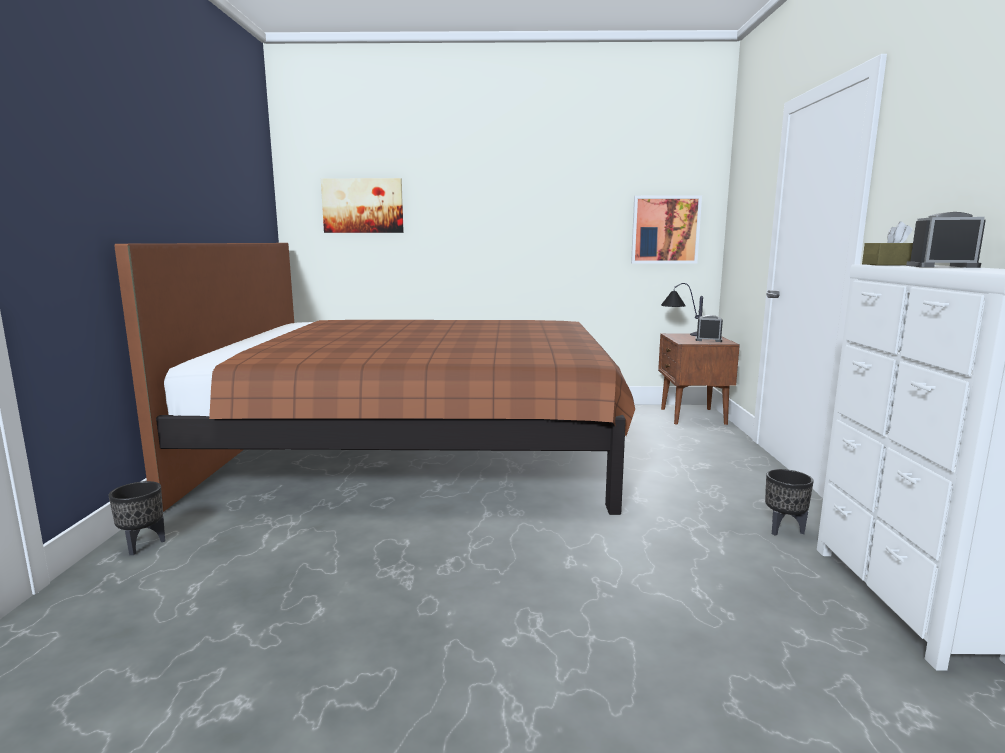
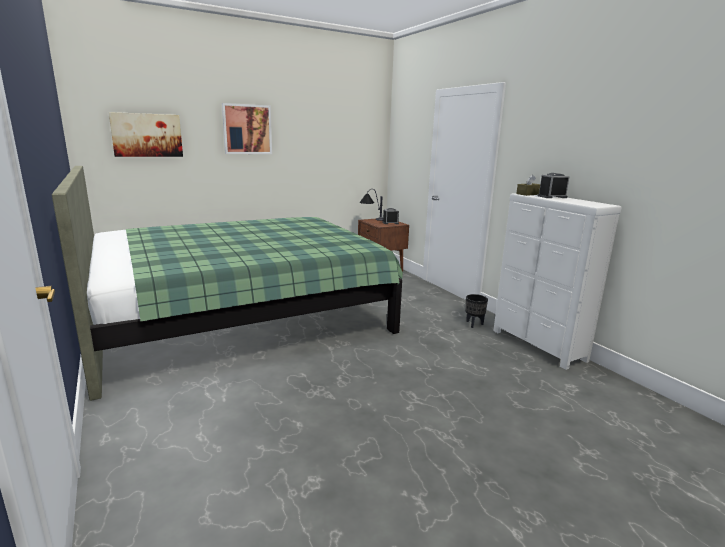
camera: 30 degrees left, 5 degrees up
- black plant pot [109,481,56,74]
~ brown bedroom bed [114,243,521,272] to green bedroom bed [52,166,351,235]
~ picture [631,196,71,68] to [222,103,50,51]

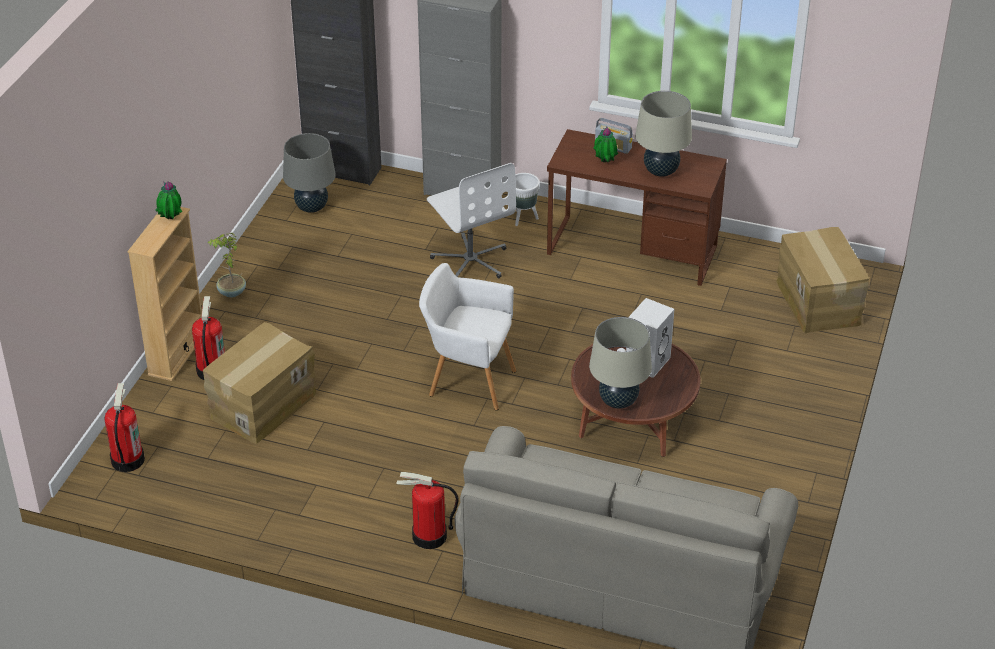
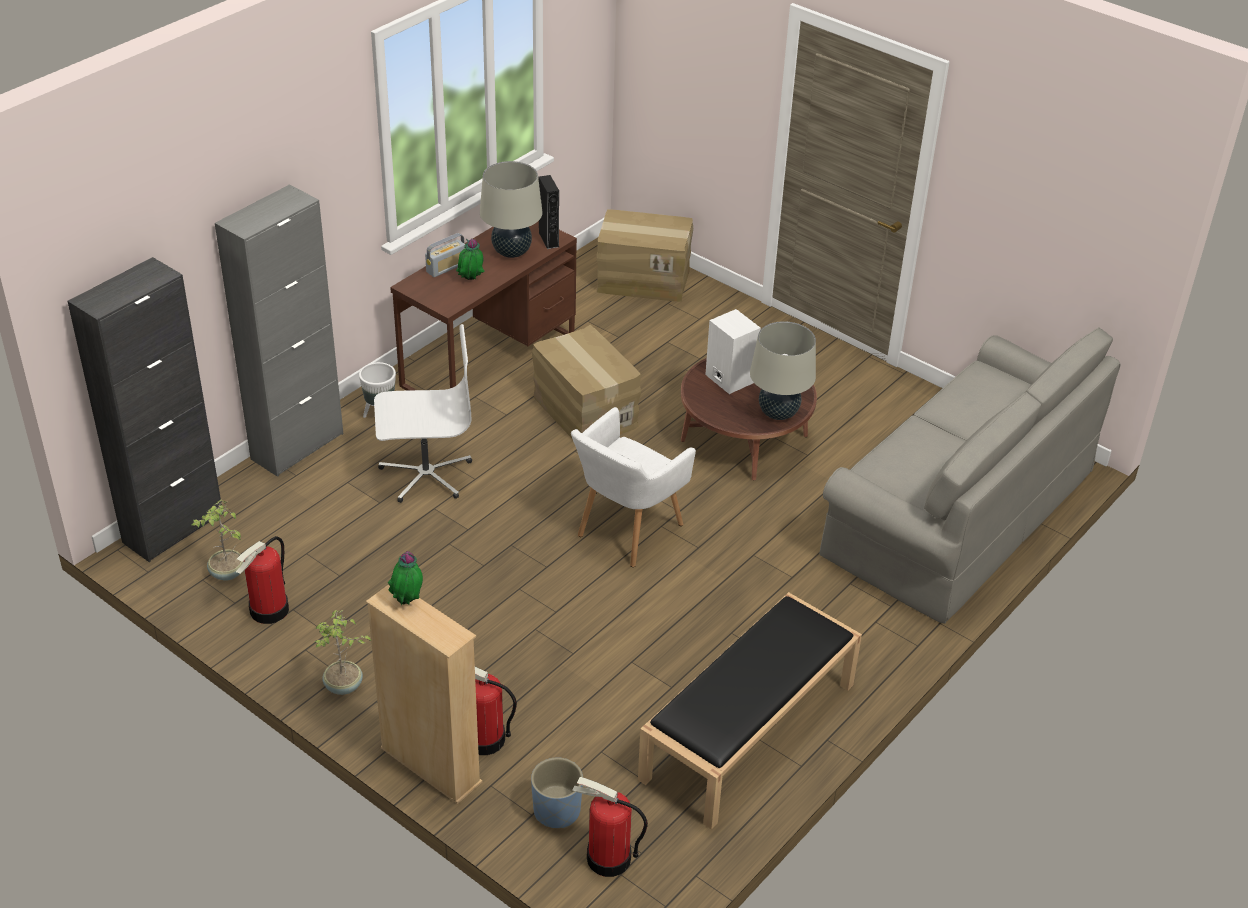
camera: 70 degrees left, 0 degrees up
~ packing box [203,322,114,122] to [532,325,109,113]
~ greyish table lamp [283,133,53,80] to plant in a pot [192,499,52,82]
~ fire extinguisher [396,472,63,77] to [236,536,53,88]
+ blue plant pot [531,757,52,71]
+ black audio speaker [538,175,21,74]
+ black bench [638,592,224,238]

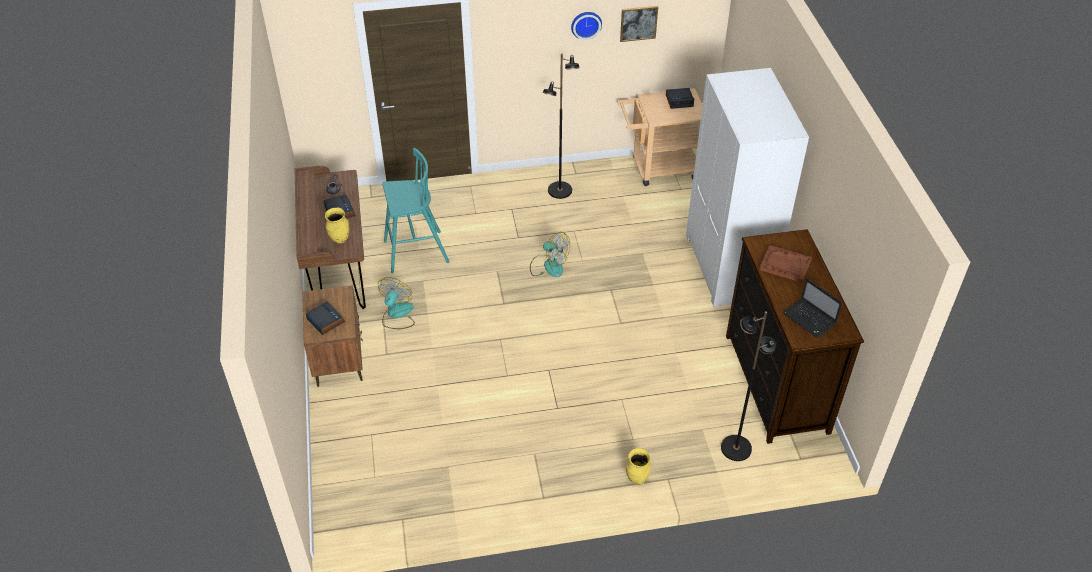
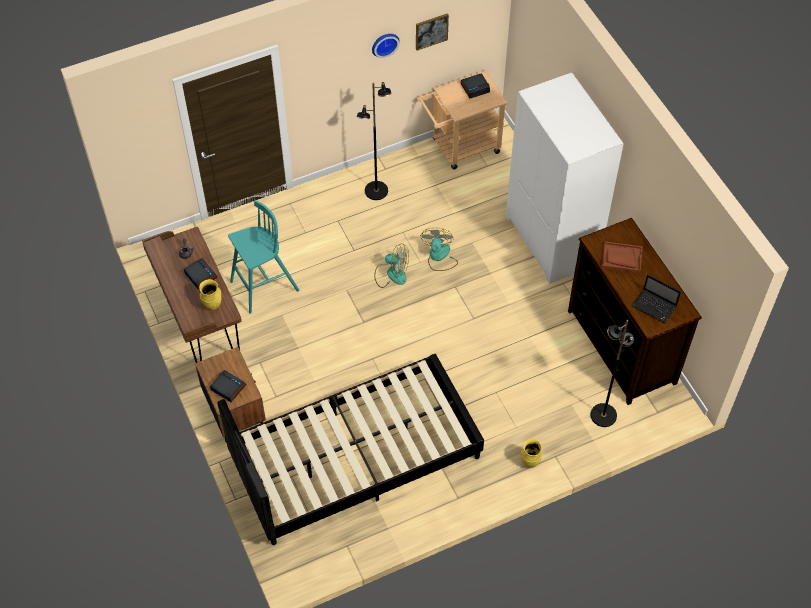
camera: 15 degrees left, 10 degrees up
~ fan [378,277,37,52] to [420,228,38,43]
+ black bedroom bed [217,354,267,191]

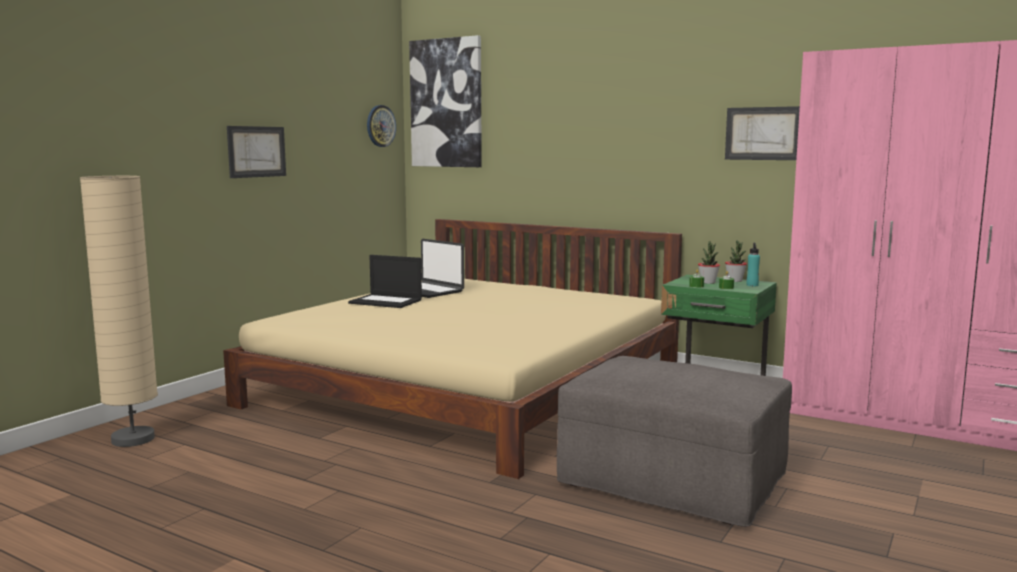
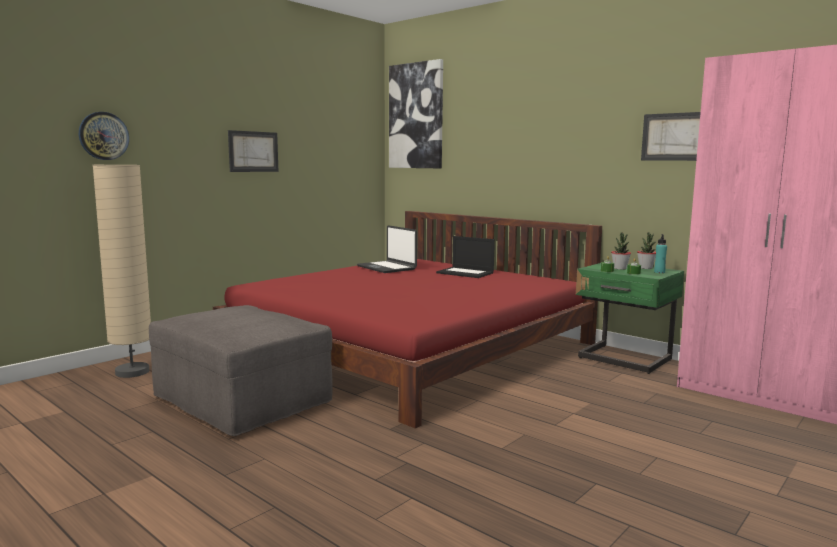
camera: 10 degrees right, 0 degrees up
~ beige-coloured bedroom bed [223,219,459,260] to reddish bedroom bed [213,211,389,217]
~ laptop [348,255,74,53] to [436,236,59,42]
~ clock on the wall [367,105,29,42] to [79,112,50,48]
~ greyish ottoman [557,356,235,171] to [149,305,184,131]

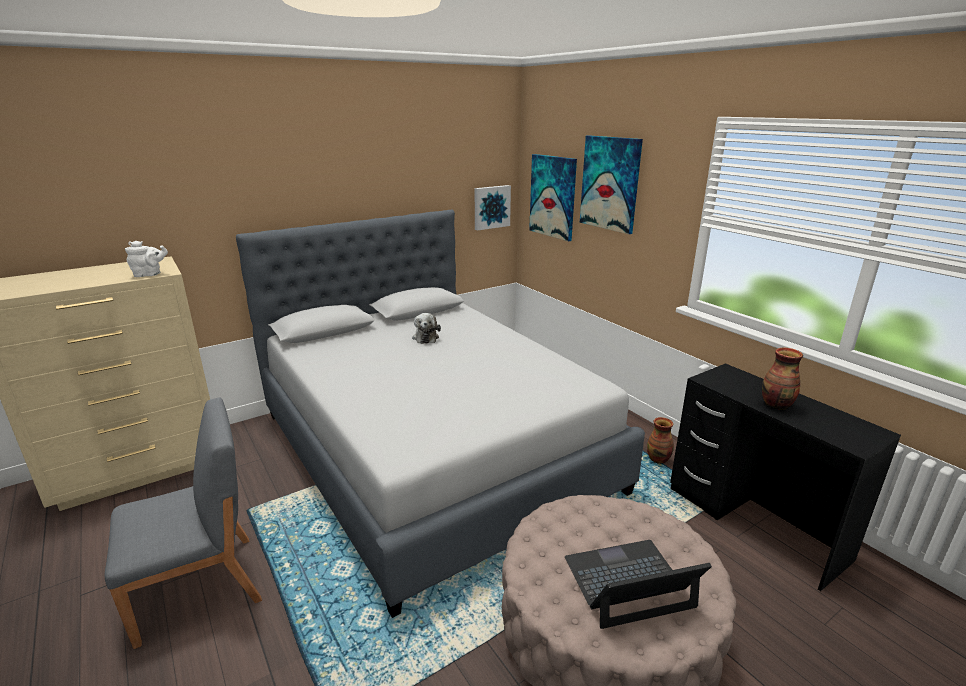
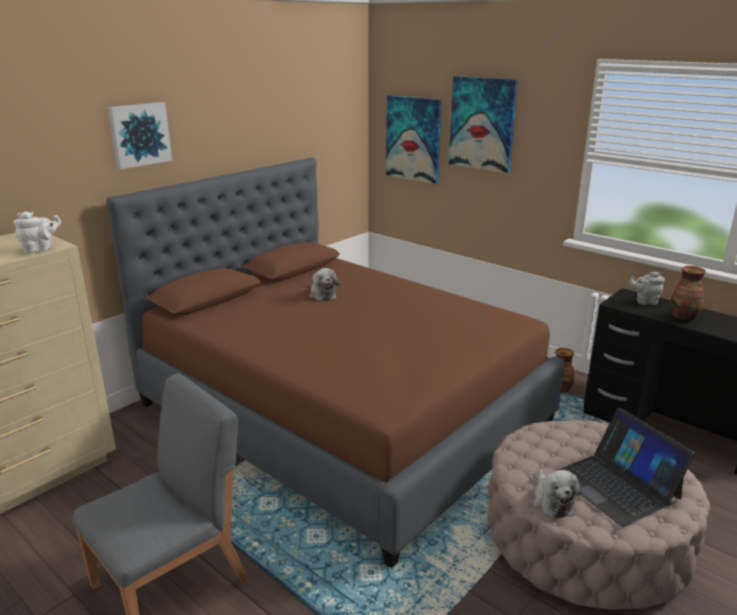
camera: 15 degrees left, 0 degrees up
~ greyish bedroom bed [236,210,409,408] to brown bedroom bed [106,157,458,411]
~ picture [475,185,36,46] to [108,102,64,67]
~ laptop [565,540,147,89] = [553,408,142,119] 90 degrees counterclockwise
+ soft toy [533,469,48,49]
+ greyish pot for tea [629,272,36,33]

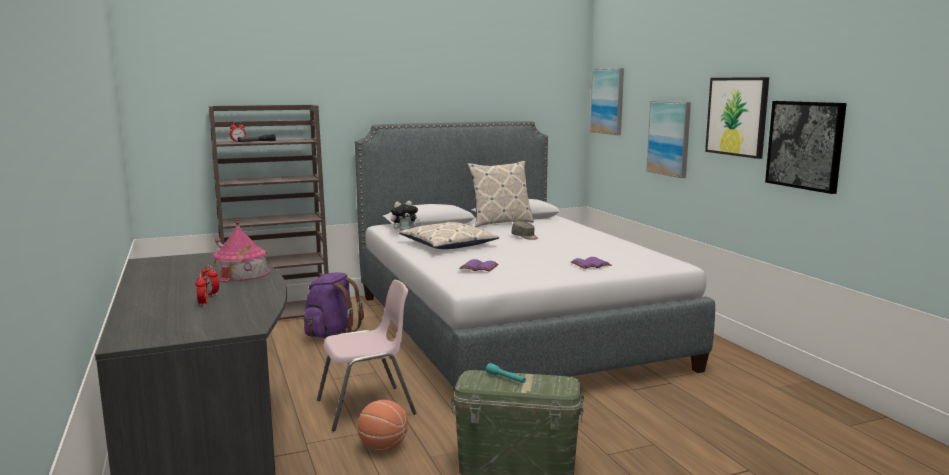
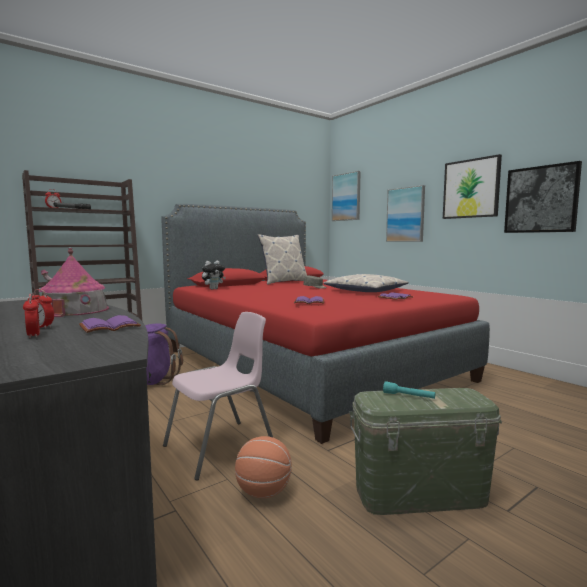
camera: 15 degrees left, 5 degrees down
~ greyish bedroom bed [355,121,360,270] to reddish bedroom bed [161,204,329,240]
~ pillow [399,222,100,27] to [324,274,85,18]
+ purplish bound book [79,315,62,18]

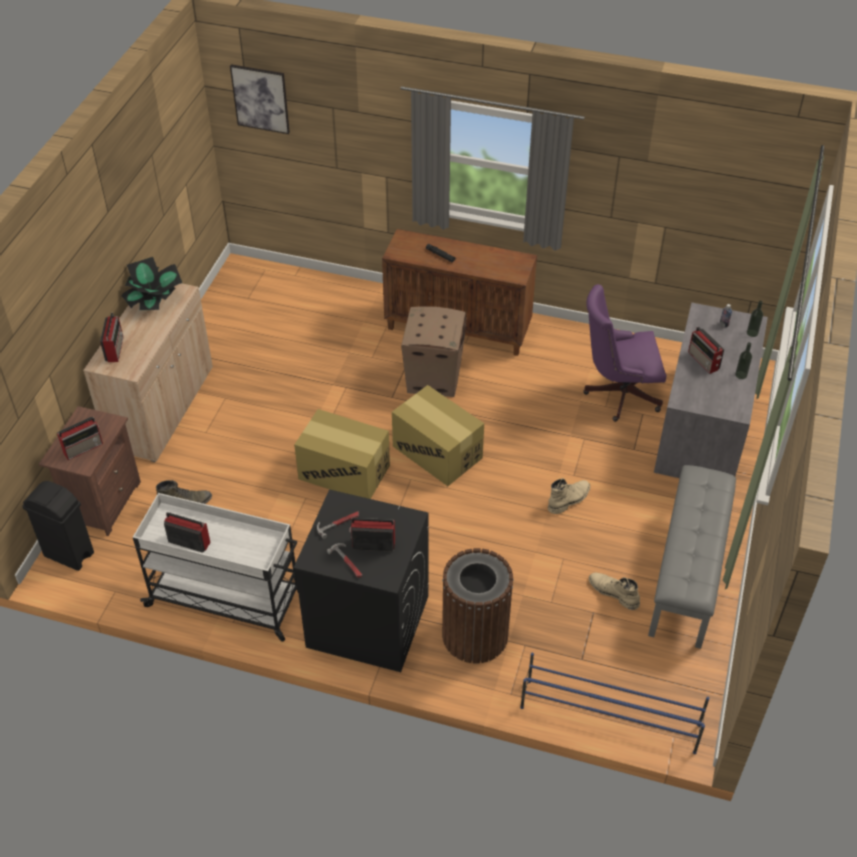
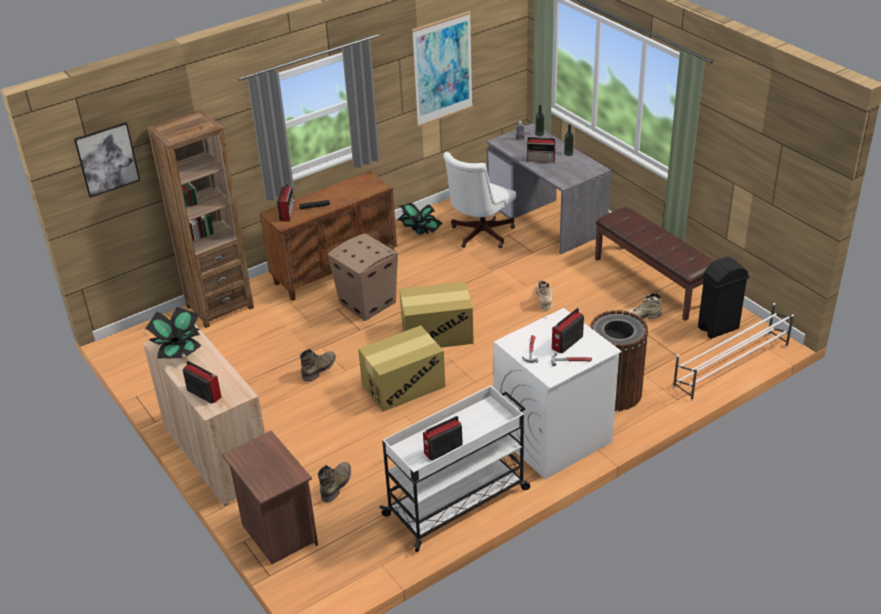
camera: 50 degrees left, 10 degrees down
~ black trash can [22,481,72,90] to [698,257,51,82]
~ radio receiver [57,417,46,43] to [277,182,18,39]
~ black washing machine [293,489,135,183] to white washing machine [493,308,129,172]
~ blue shoe stand [520,652,190,102] to white shoe stand [673,303,121,98]
~ purplish computer chair [583,284,83,138] to white computer chair [443,152,73,96]
~ greyish bench [648,465,88,184] to brown bench [595,207,119,114]
+ brown bookshelf [147,109,107,219]
+ green high-top boot [300,349,36,33]
+ plant in a pot [397,203,46,31]
+ picture [412,11,61,116]

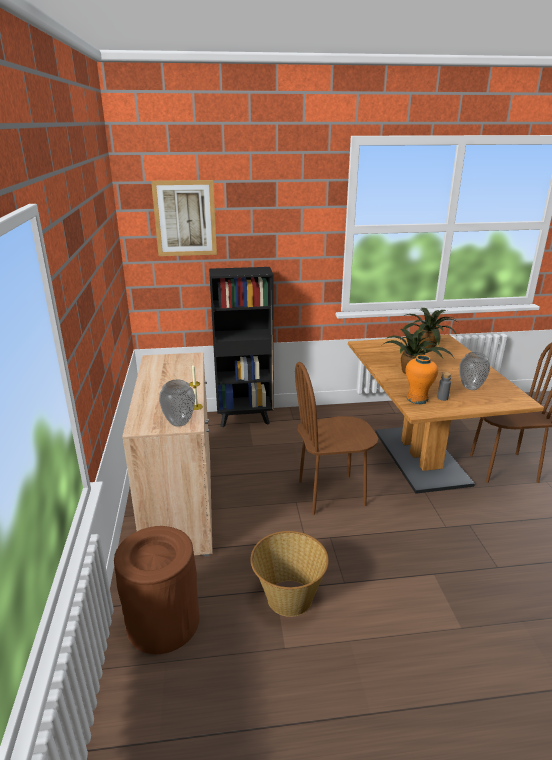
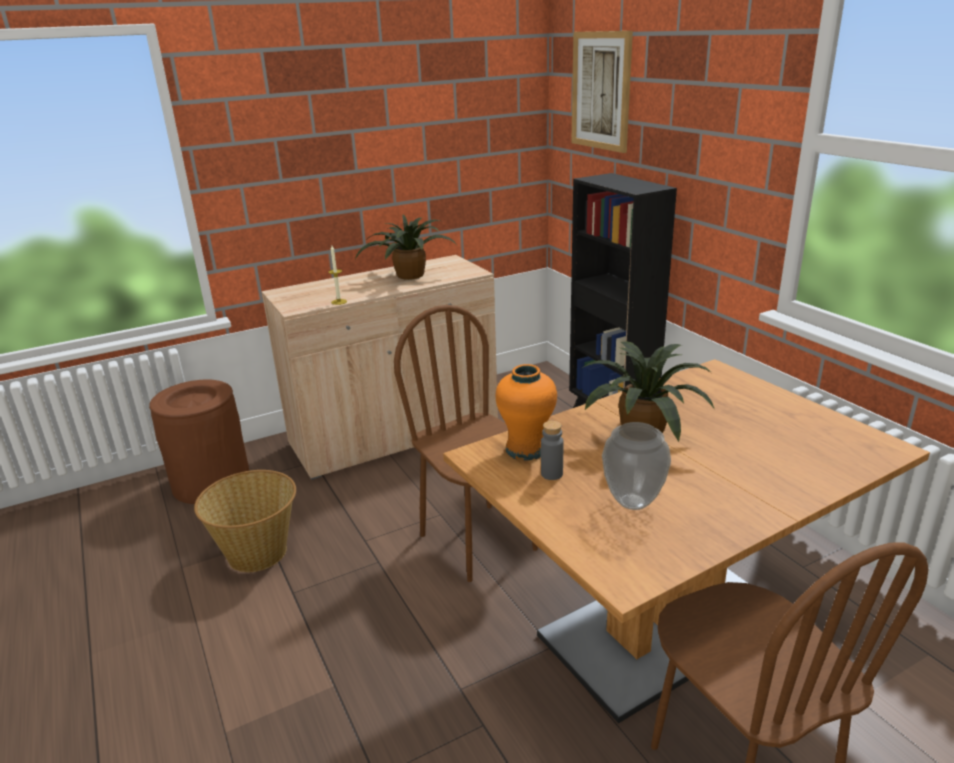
camera: 70 degrees right, 0 degrees up
- decorative vase [159,380,36,46]
~ plant in a pot [402,308,55,41] to [355,215,102,65]

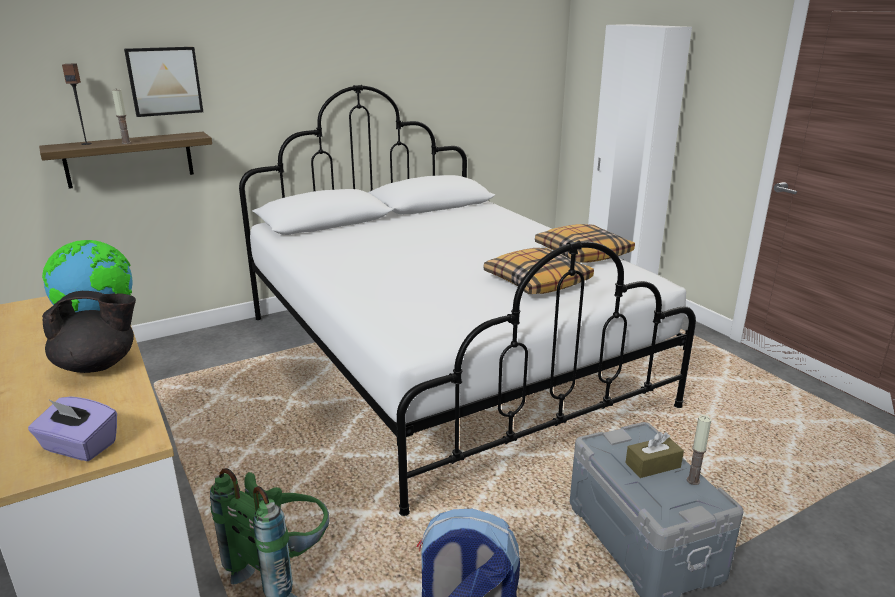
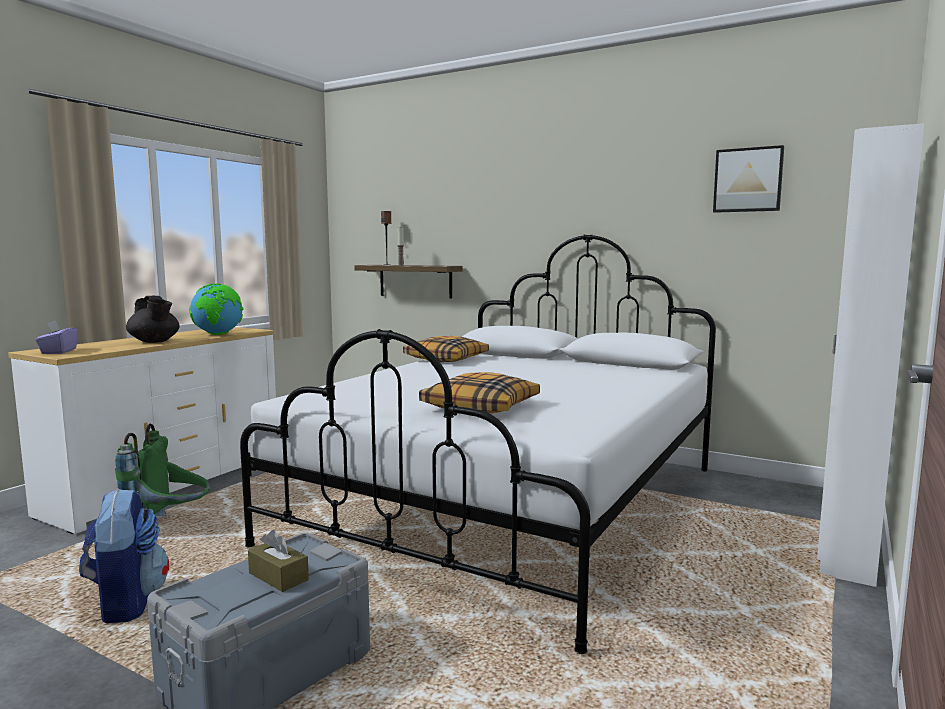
camera: 60 degrees right, 15 degrees down
~ picture [124,47,79,70] to [713,145,71,68]
~ pillow [535,224,100,39] to [403,336,86,26]
- candle [687,415,24,70]

